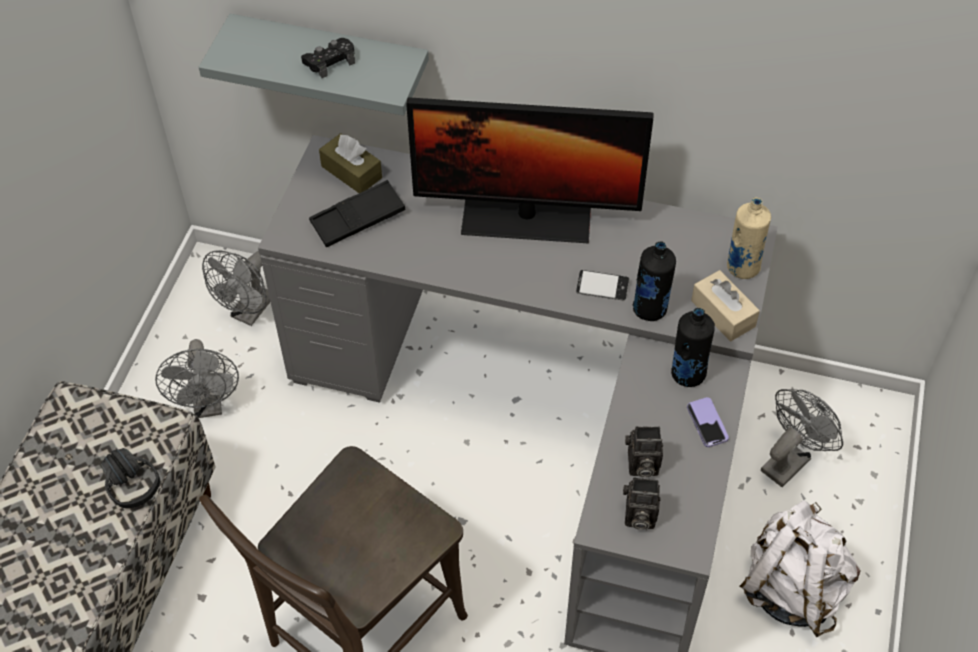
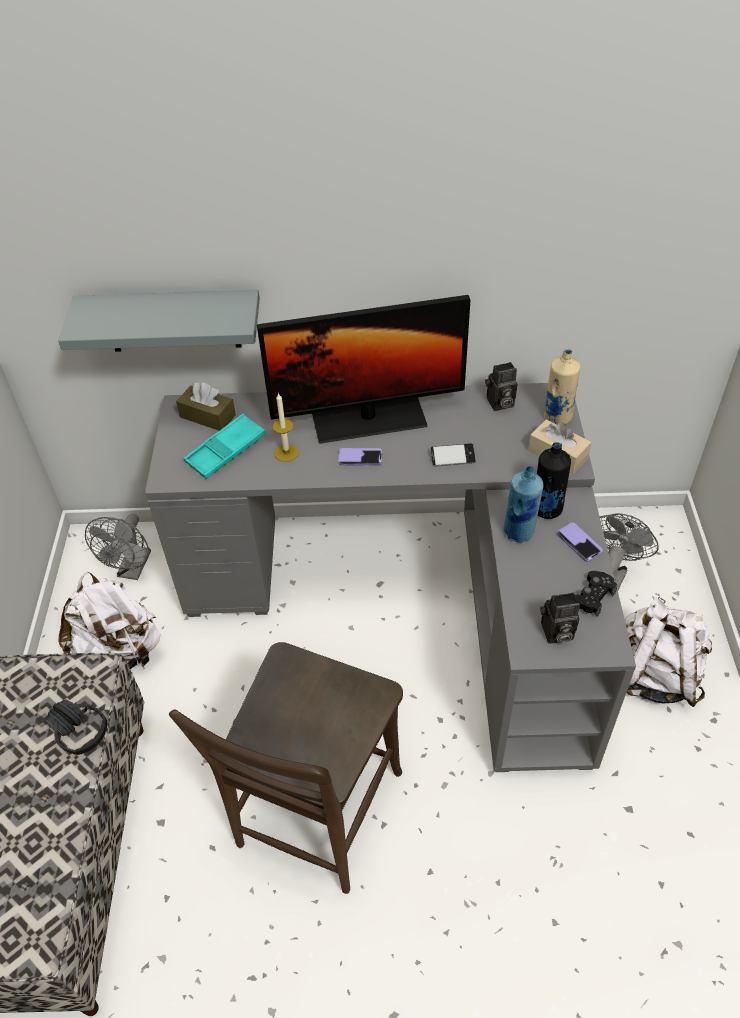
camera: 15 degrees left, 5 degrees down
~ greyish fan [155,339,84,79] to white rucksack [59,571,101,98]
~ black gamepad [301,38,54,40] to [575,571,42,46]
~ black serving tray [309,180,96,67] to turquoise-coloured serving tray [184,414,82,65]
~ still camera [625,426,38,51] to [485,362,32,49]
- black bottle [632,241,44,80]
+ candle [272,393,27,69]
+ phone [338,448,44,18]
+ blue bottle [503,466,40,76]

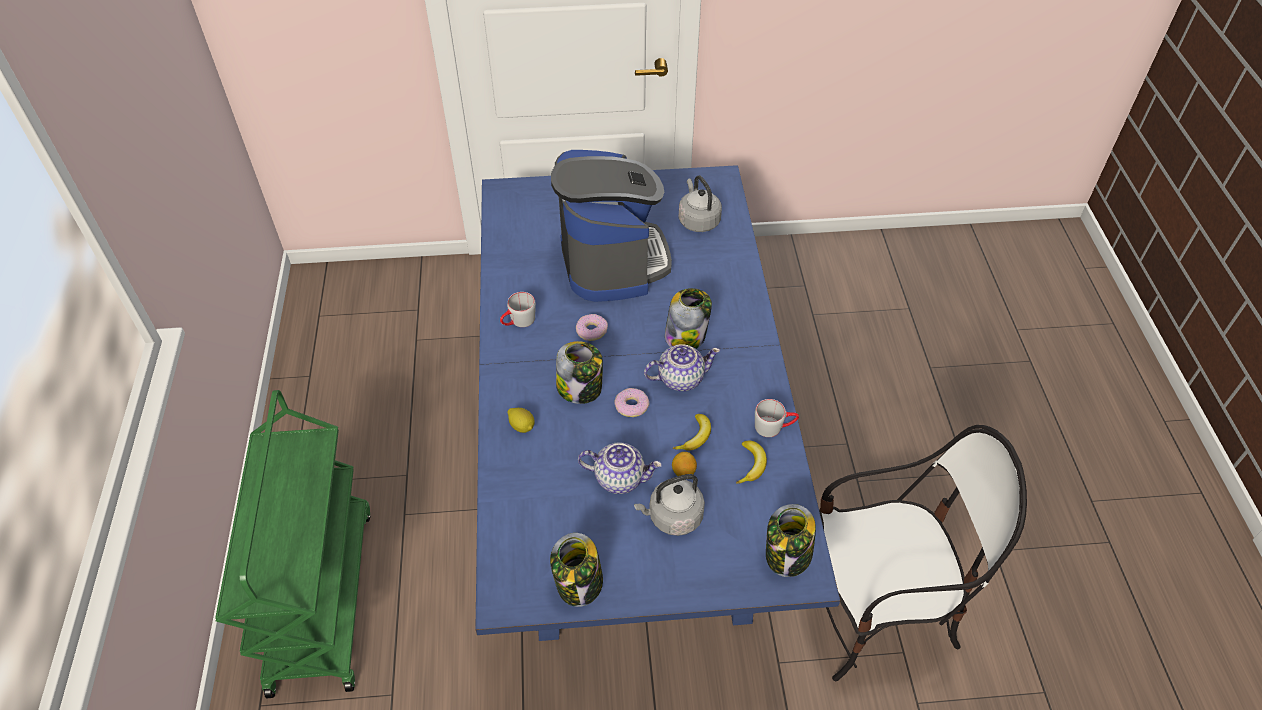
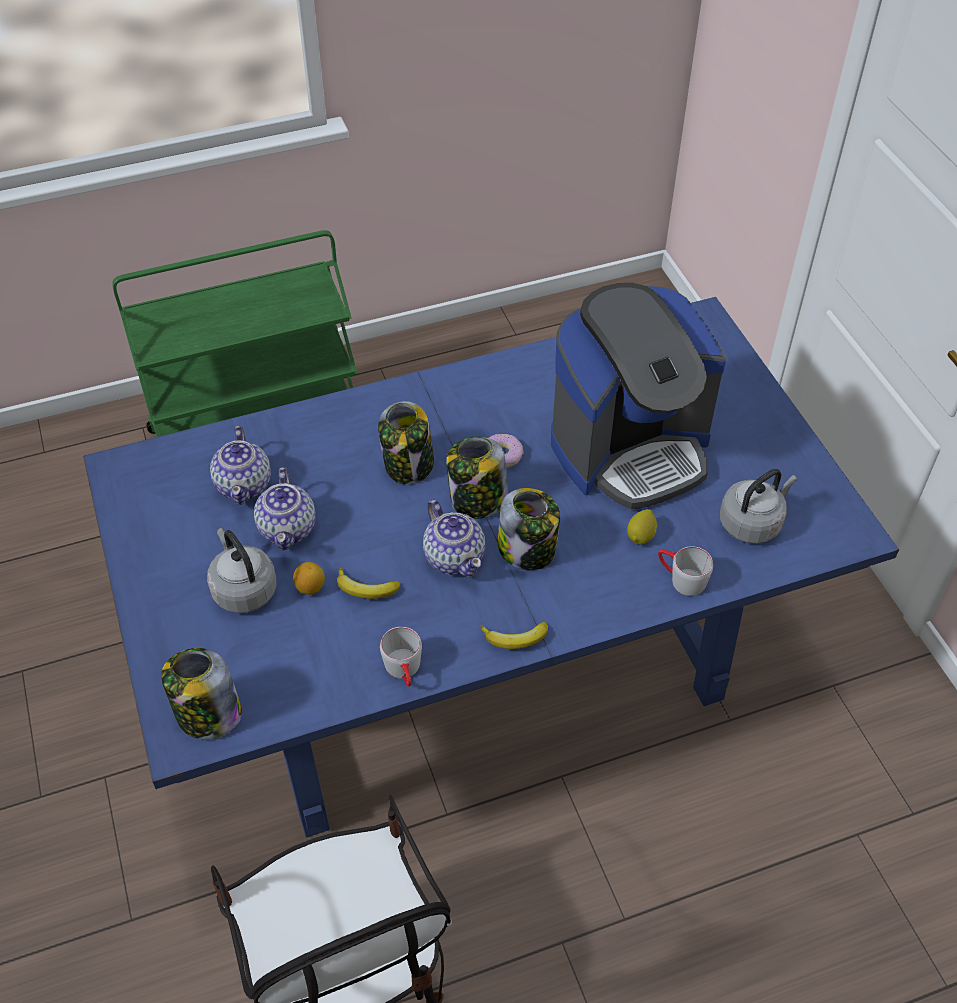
camera: 75 degrees right, 0 degrees up
~ greyish tea mug [500,292,36,35] to [658,546,55,50]
~ citrus fruit [508,408,27,25] to [627,509,30,35]
~ jar [550,533,53,74] to [446,436,62,83]
- doughnut [615,388,34,29]
~ banana fruit [736,440,31,44] to [480,622,68,27]
+ pot for tea [210,426,61,79]

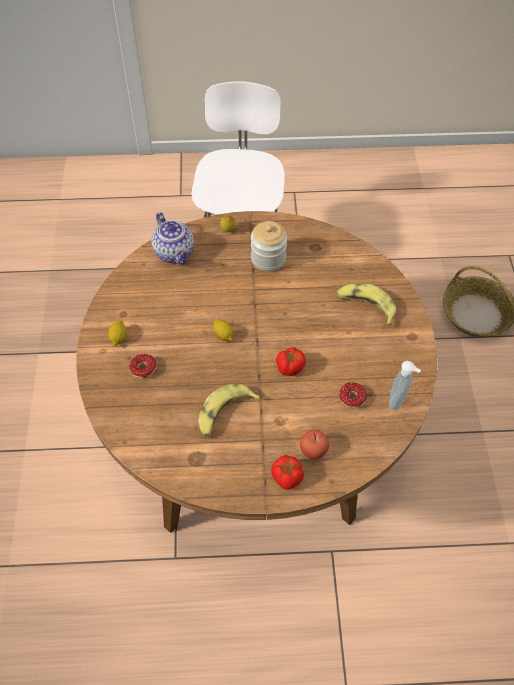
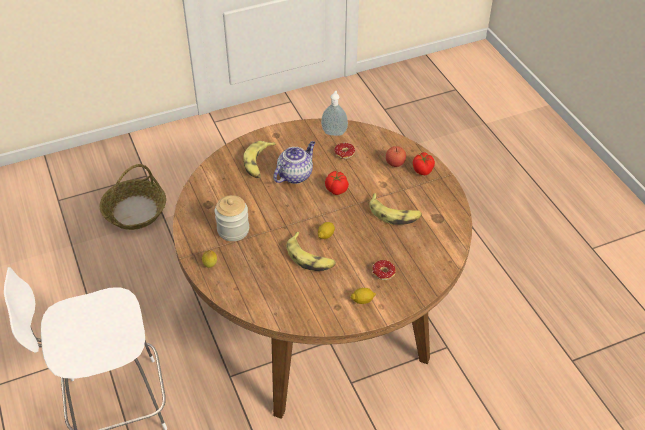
camera: 110 degrees left, 10 degrees down
~ pot for tea [151,212,43,53] to [273,141,42,43]
+ banana fruit [287,232,49,39]

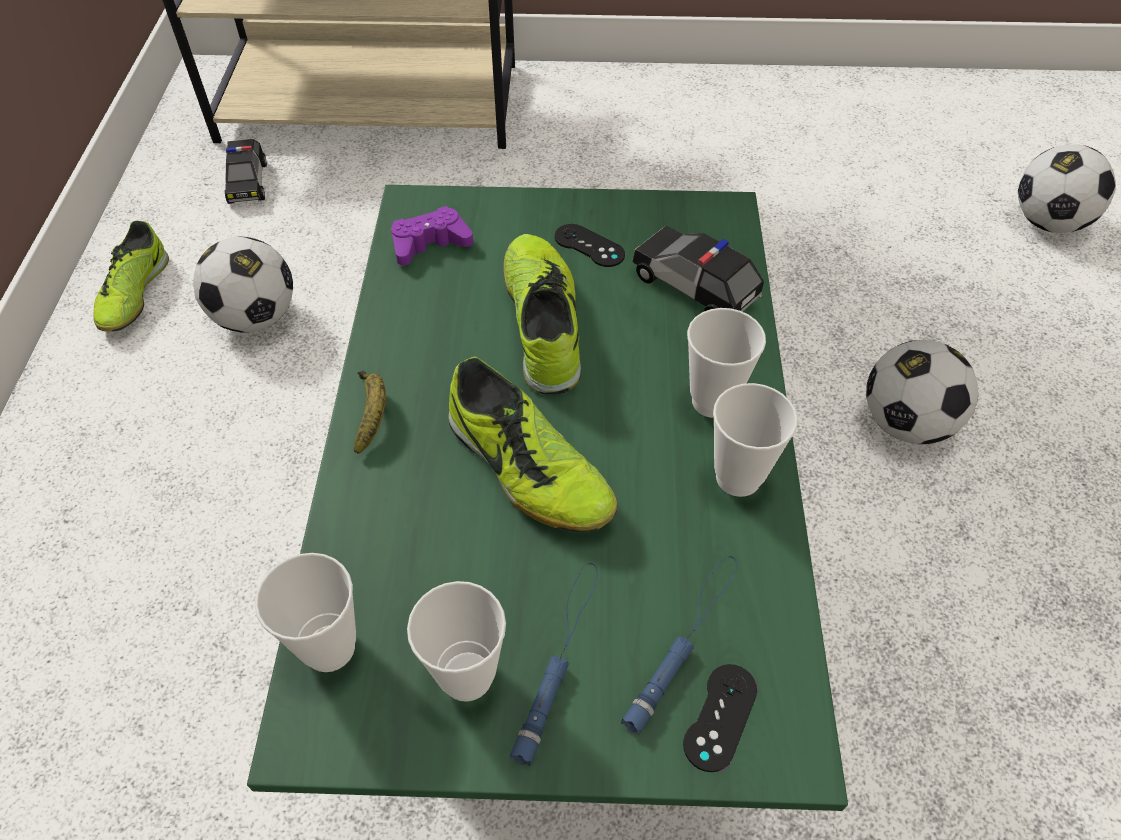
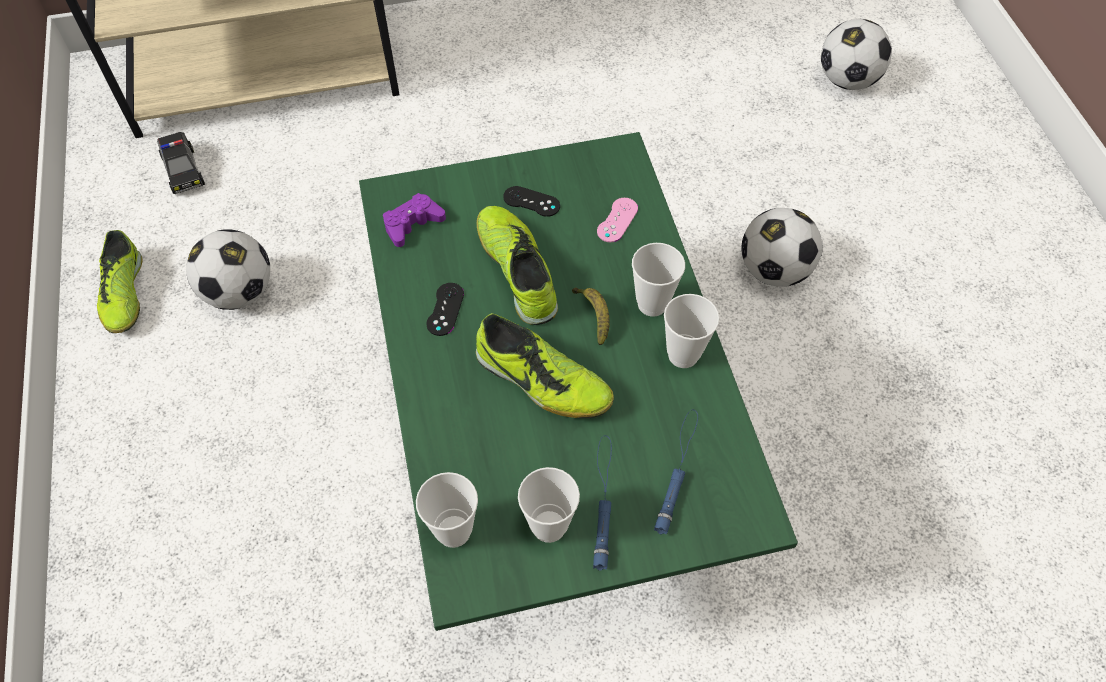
camera: 15 degrees left, 5 degrees up
~ banana fruit [354,370,32,84] to [572,287,38,58]
~ toy car [632,226,132,86] to pink gamepad [597,198,41,44]
~ black gamepad [683,664,74,108] to [426,283,38,53]

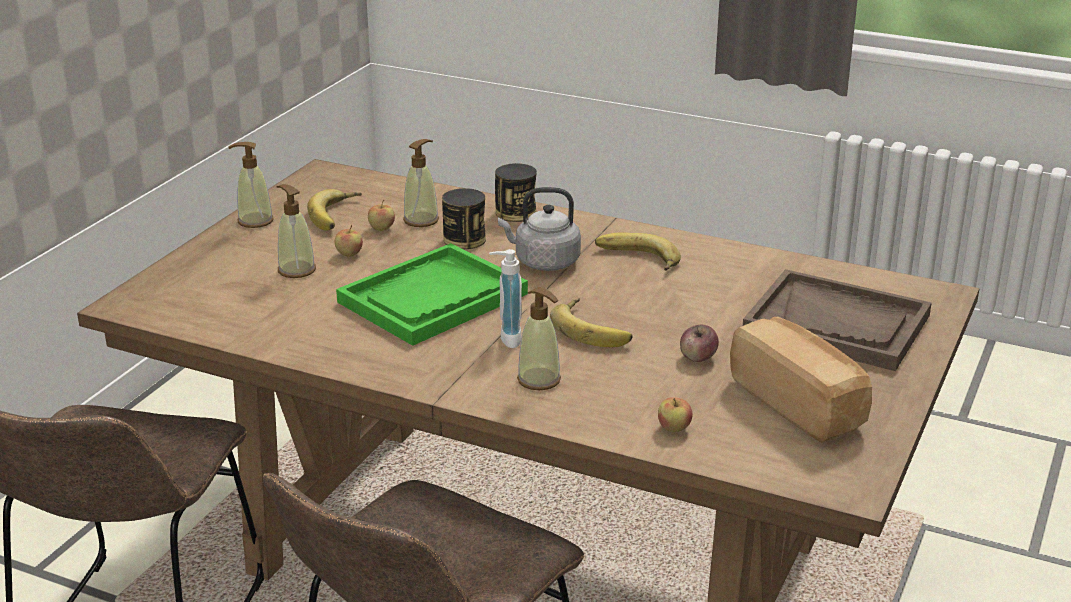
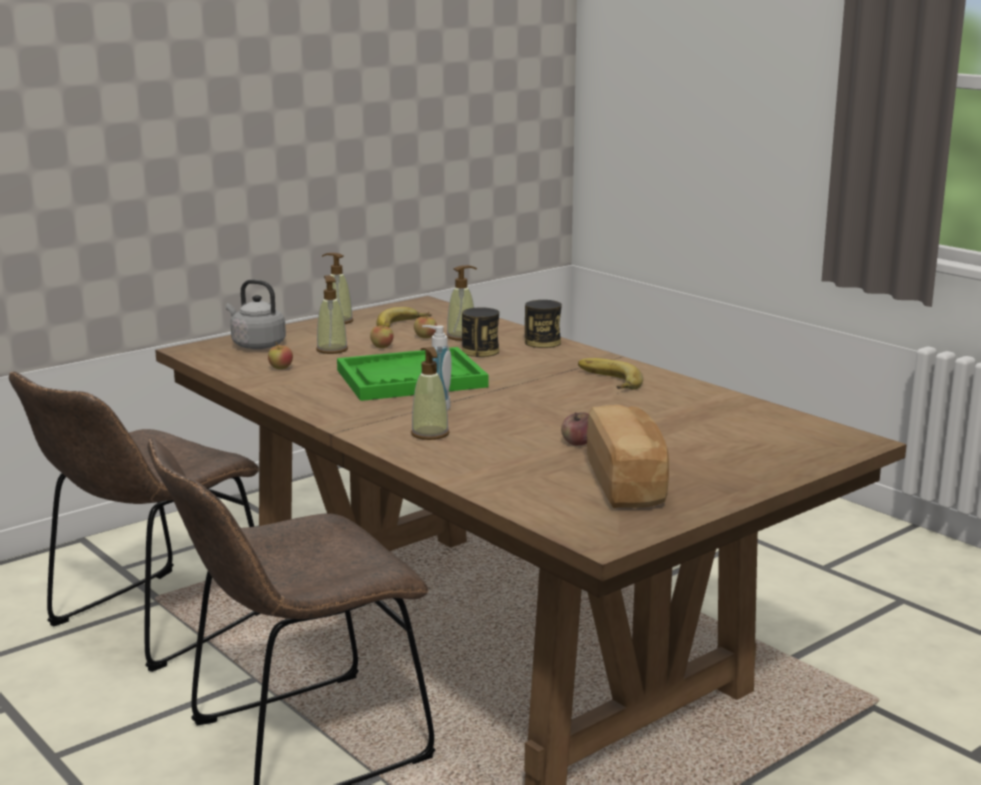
camera: 25 degrees right, 10 degrees down
~ greyish kettle [498,187,83,84] to [226,280,60,69]
- banana fruit [550,298,83,49]
~ apple fruit [658,397,35,35] to [268,342,25,27]
- brown serving tray [743,269,189,102]

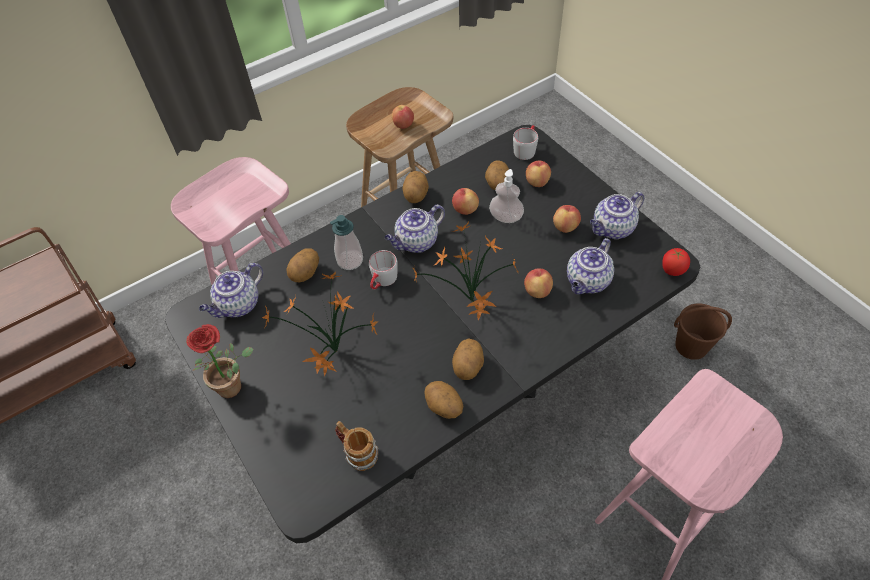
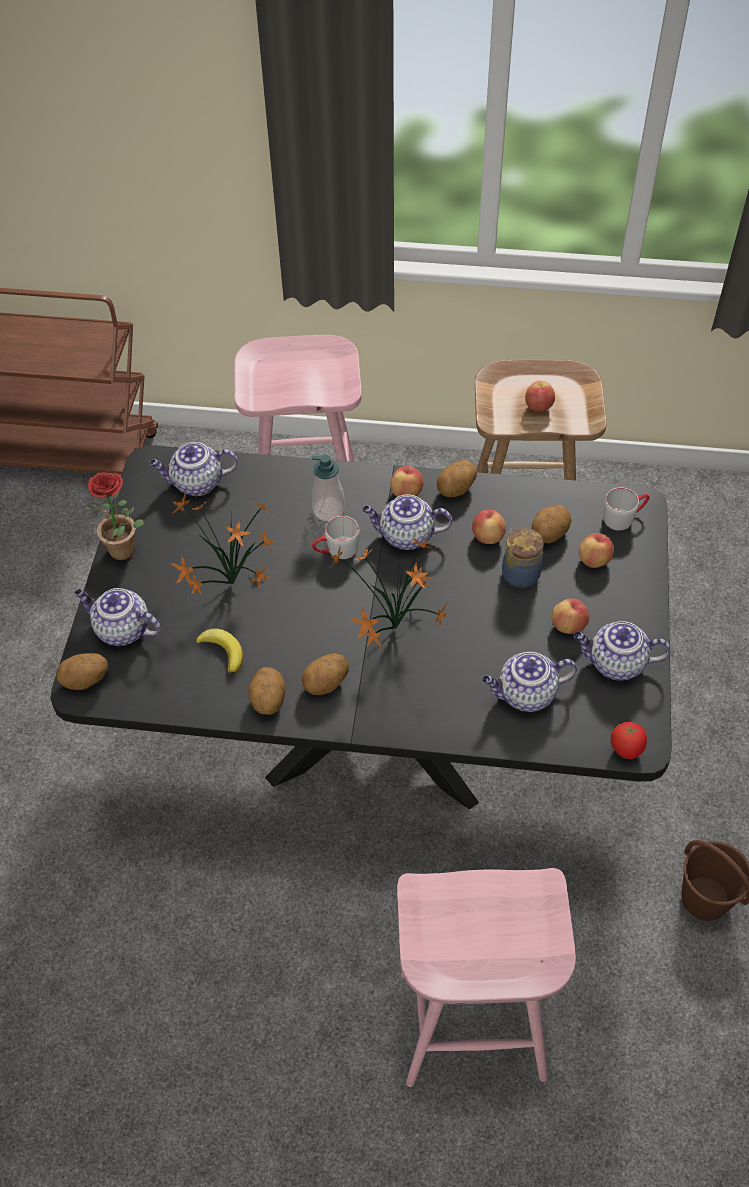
camera: 40 degrees right, 0 degrees up
~ potato [286,248,33,34] to [56,653,52,37]
- tea mug [335,421,43,50]
~ soap bottle [489,169,35,54] to jar [502,528,42,60]
~ apple fruit [524,268,29,30] to [390,466,33,31]
+ pot for tea [75,588,86,58]
+ banana fruit [196,629,47,45]

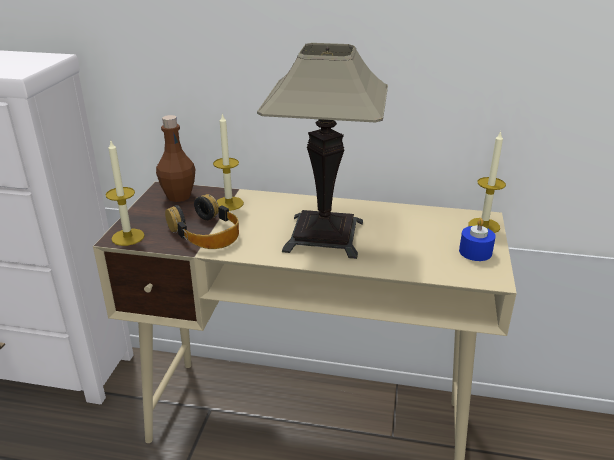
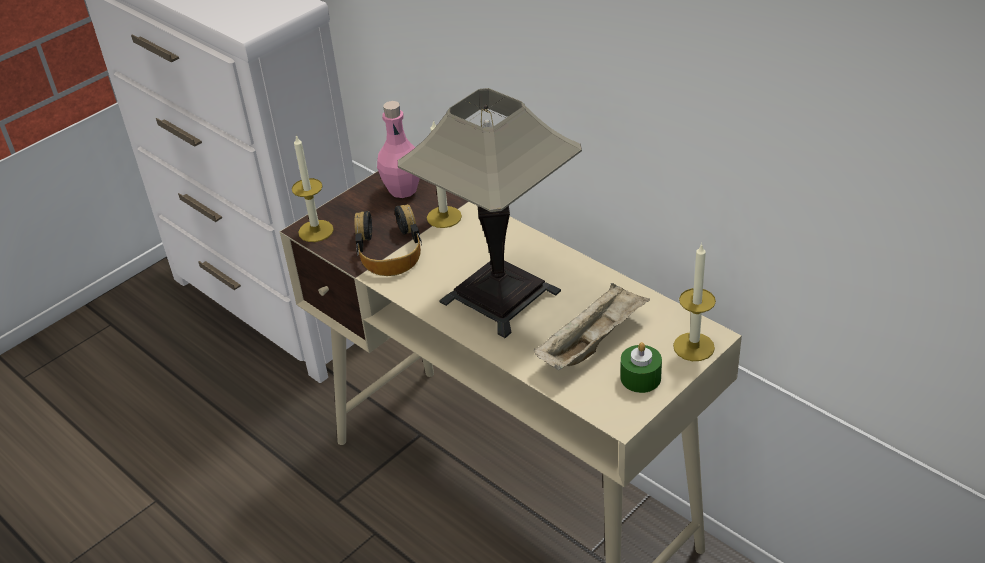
camera: 35 degrees right, 10 degrees up
~ brown bottle [156,115,39,87] to pink bottle [377,101,43,97]
~ blue candle [459,218,37,43] to green candle [620,342,42,51]
+ beige-coloured serving tray [534,283,116,87]

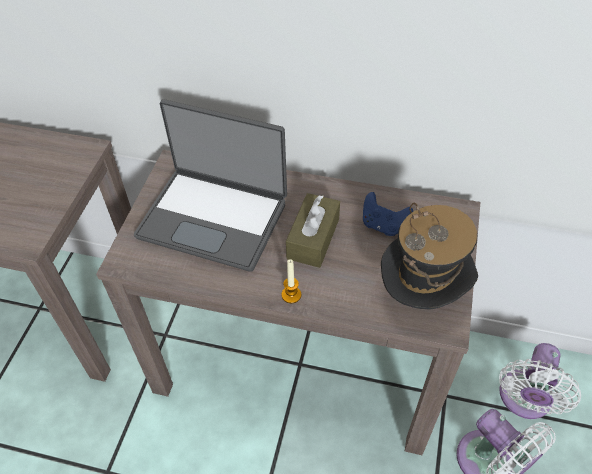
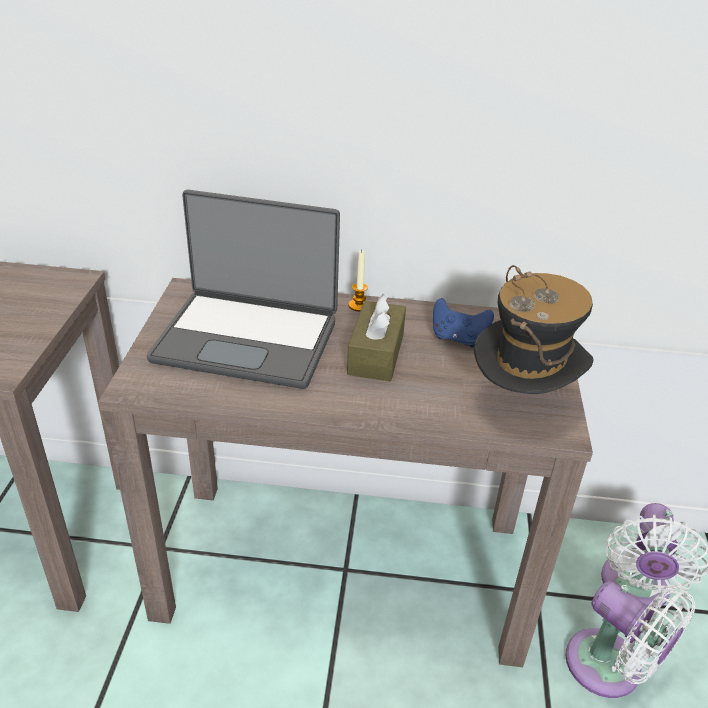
camera: 10 degrees left, 15 degrees down
~ candle [281,259,20,44] to [348,251,20,61]

